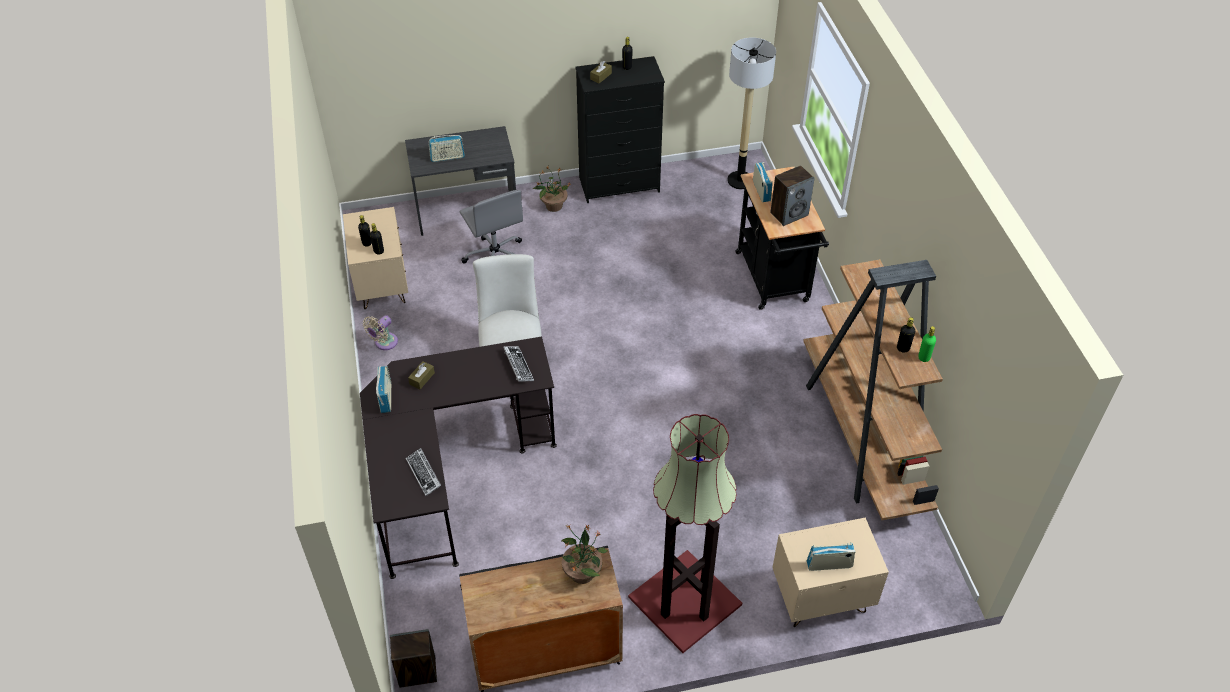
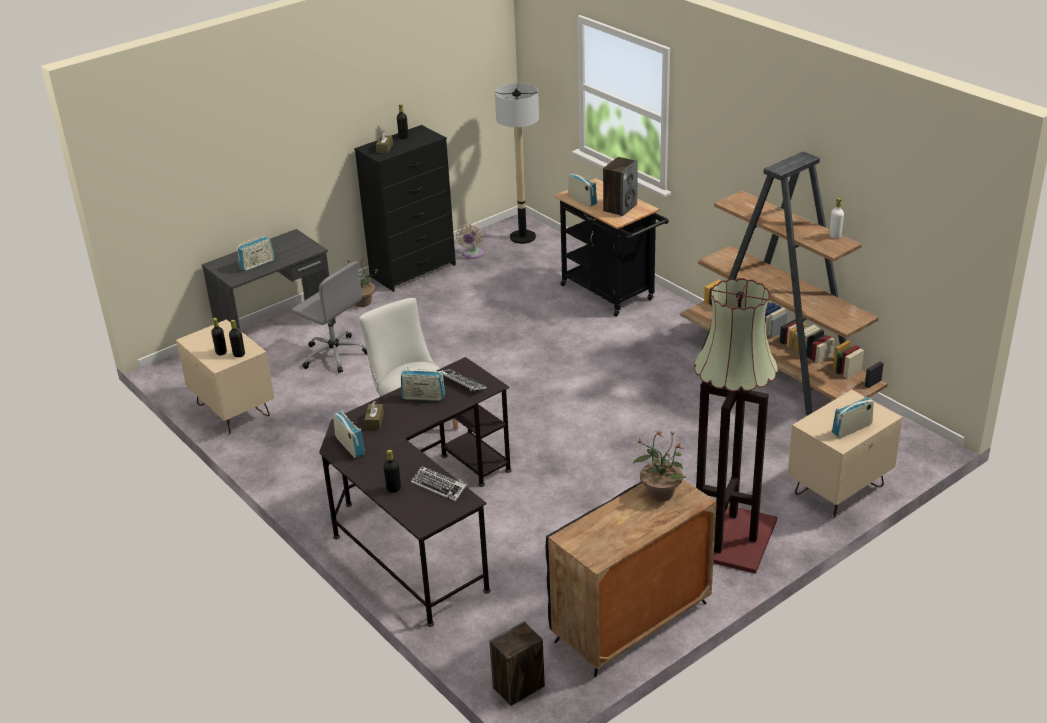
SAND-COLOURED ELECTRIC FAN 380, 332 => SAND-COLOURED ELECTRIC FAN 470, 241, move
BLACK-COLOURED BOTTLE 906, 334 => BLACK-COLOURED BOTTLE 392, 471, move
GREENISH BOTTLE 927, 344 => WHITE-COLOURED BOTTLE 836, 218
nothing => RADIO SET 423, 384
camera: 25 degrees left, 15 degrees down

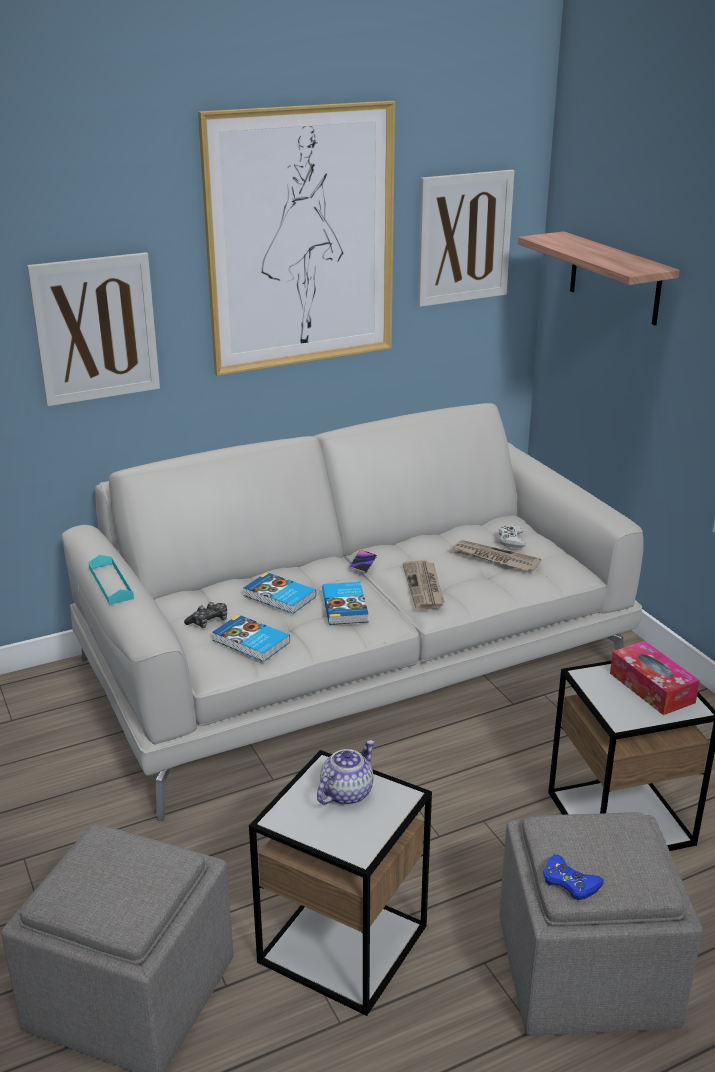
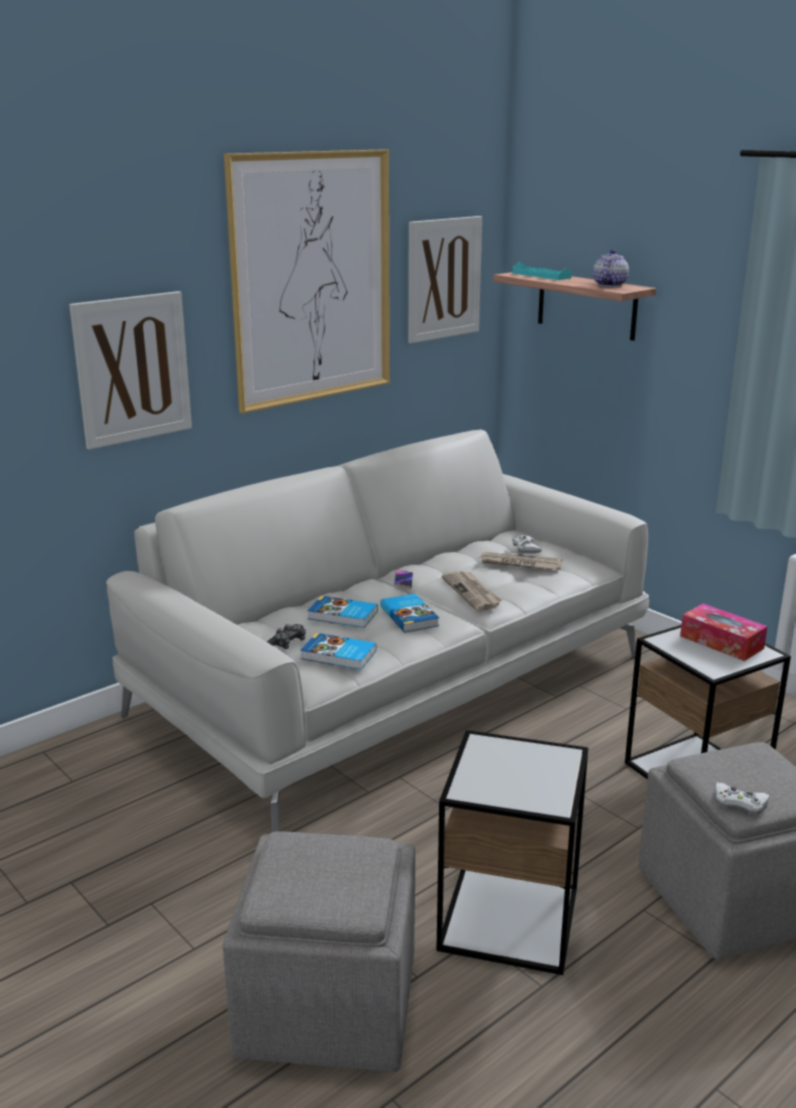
TURQUOISE-COLOURED TRAY 111, 580 => TURQUOISE-COLOURED TRAY 542, 271, move
TEA POT 346, 772 => TEA POT 611, 268, move
BLUE JOYPAD 573, 877 => WHITE-COLOURED JOYPAD 742, 799
camera: 15 degrees left, 5 degrees down

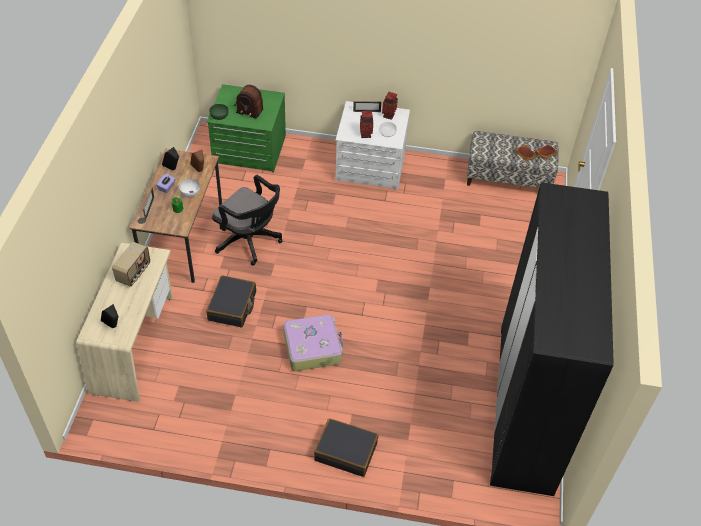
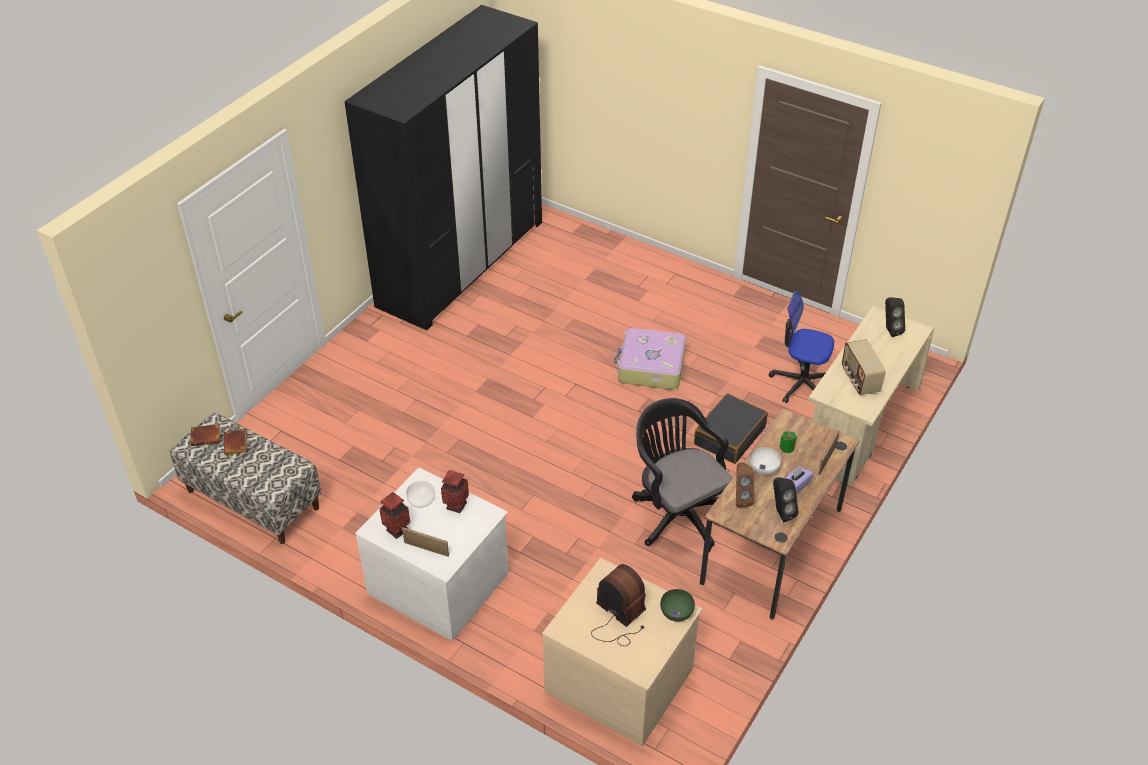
RADIO SET 131, 264 => RADIO SET 864, 367, 60 degrees counterclockwise
GREENISH DRESSER 246, 128 => SAND-COLOURED DRESSER 622, 652
BLACK-COLOURED SUITCASE 346, 447 => nothing
nothing => DESK CHAIR 801, 347
camera: 155 degrees left, 5 degrees down

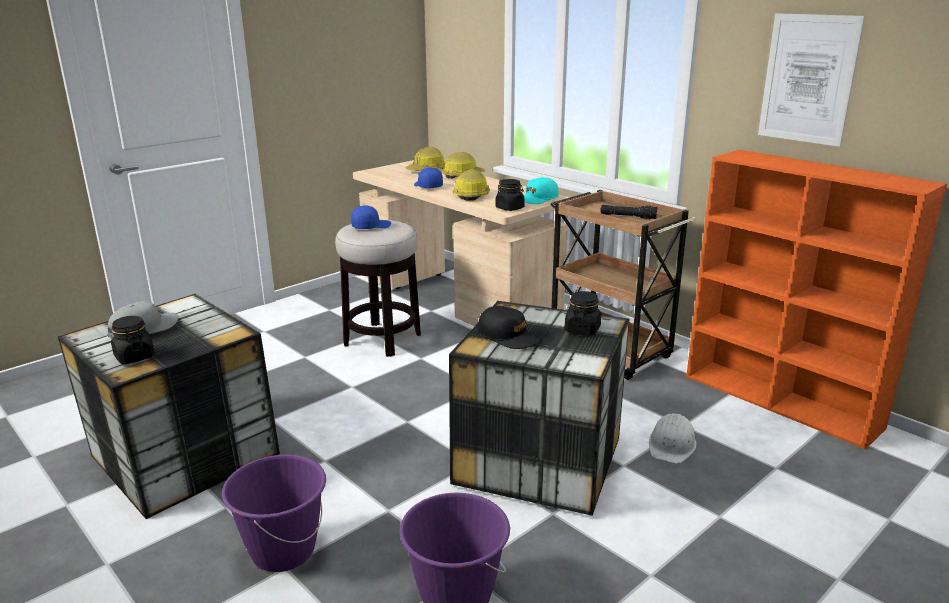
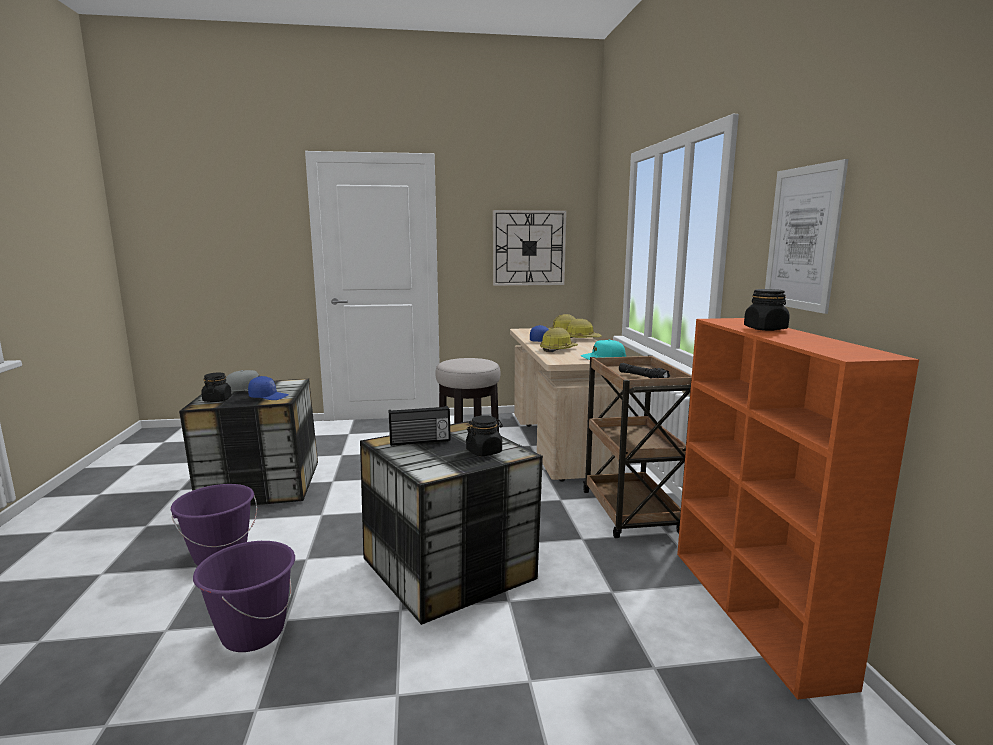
BLUE CAP 371, 217 => BLUE CAP 268, 388, move
BLACK-COLOURED CAP 509, 327 => RADIO SET 419, 426
BLACK-COLOURED PRESERVE JAR 510, 195 => BLACK-COLOURED PRESERVE JAR 767, 310, move
WHITE-COLOURED SAFETY HELMET 673, 438 => nothing
nothing => CLOCK ON THE WALL 530, 248
camera: 35 degrees right, 10 degrees down

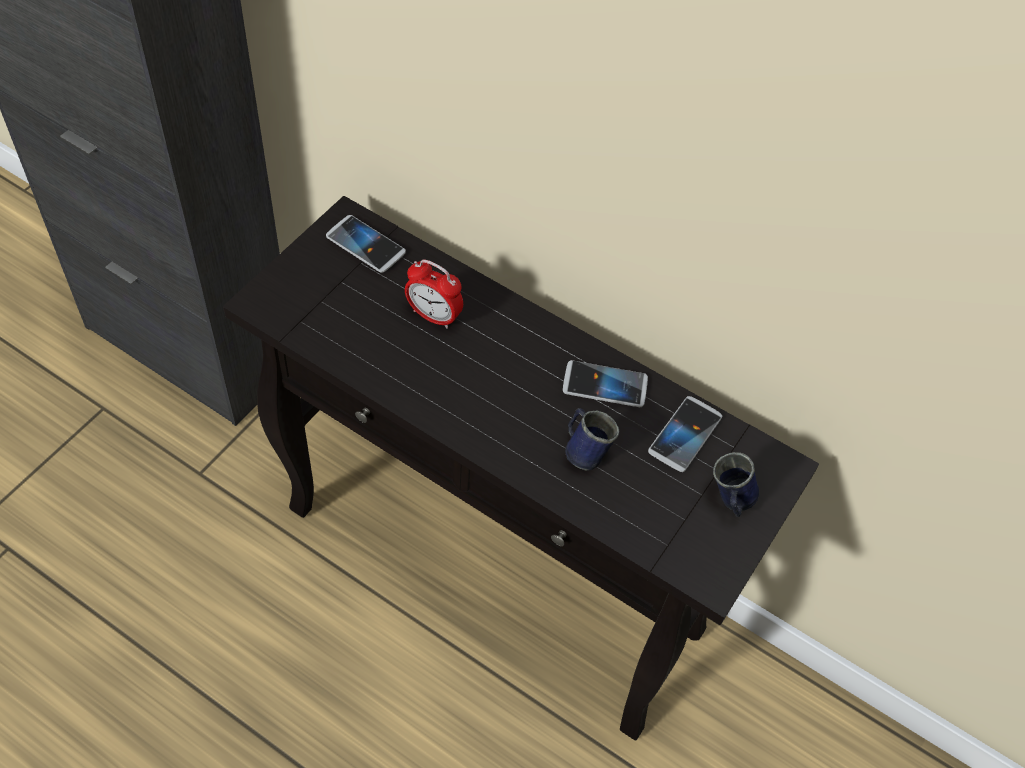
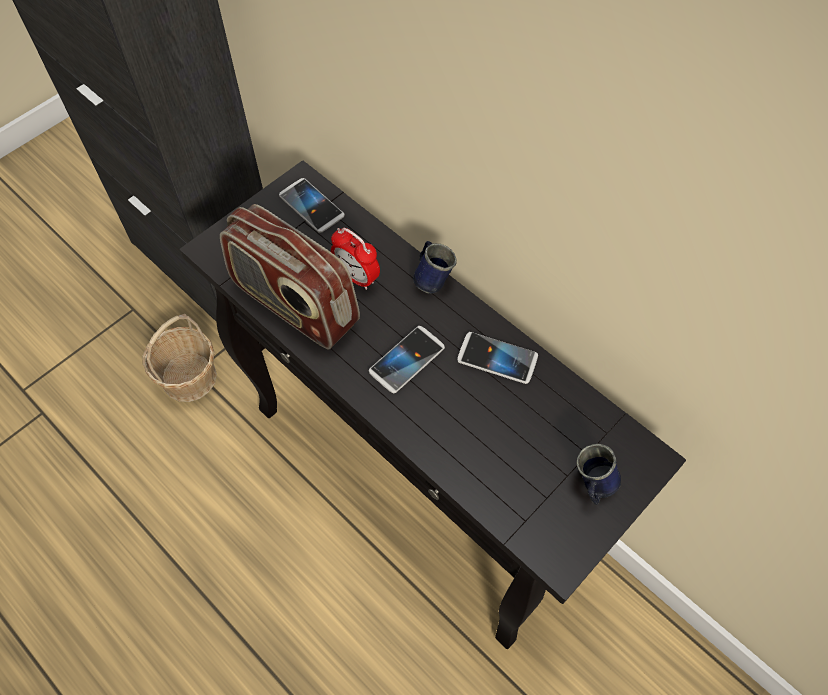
BLUE MUG 592, 439 => BLUE MUG 435, 267, move
PHONE 685, 434 => PHONE 407, 359, move
nothing => HOUSEHOLD BASKET 179, 358
nothing => RADIO SET 290, 277
camera: 15 degrees right, 5 degrees up

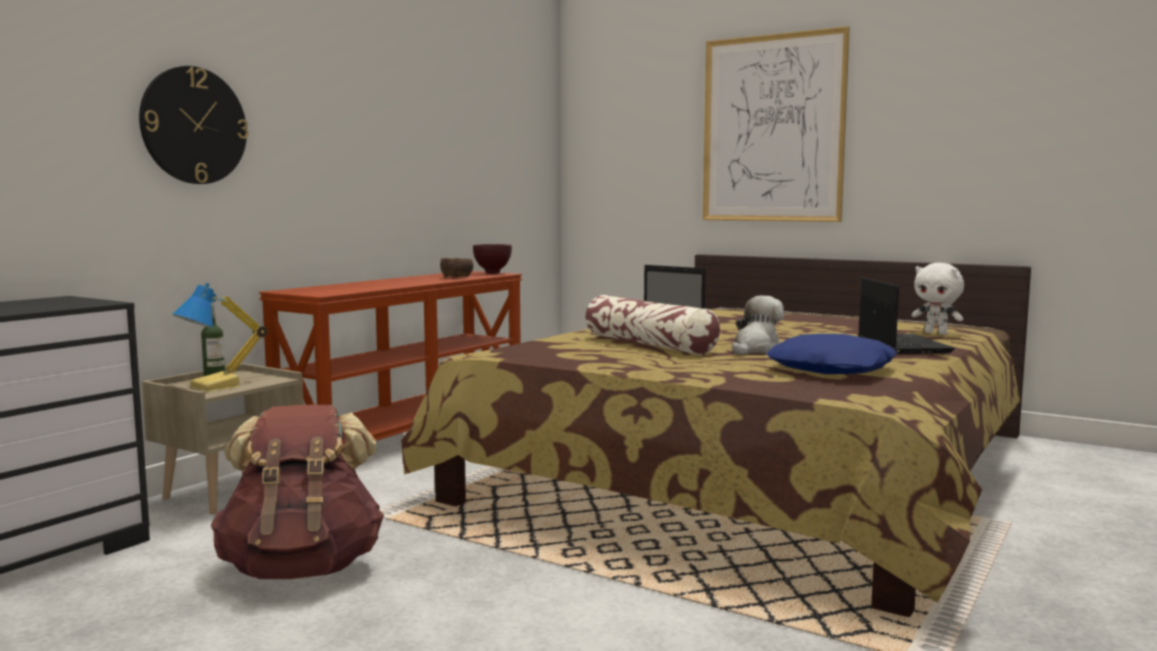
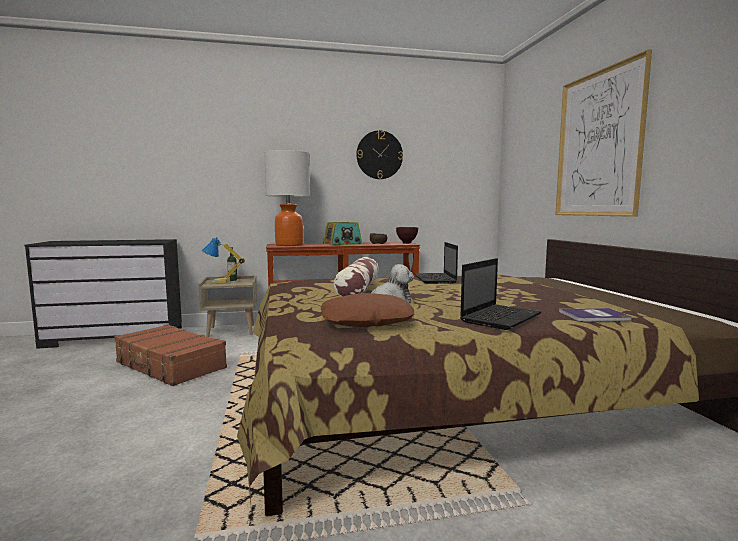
CLOCK ON THE WALL 194, 125 => CLOCK ON THE WALL 379, 154, move
BROWNISH KNAPSACK 297, 492 => BROWNISH SUITCASE 170, 355
BLUE PILLOW 832, 354 => BROWNISH PILLOW 367, 310
WHITE-COLOURED PLUSH TOY 938, 299 => BOUND BOOK 595, 315
nothing => TABLE LAMP 287, 198
nothing => RADIO SET 342, 233
camera: 45 degrees right, 0 degrees up

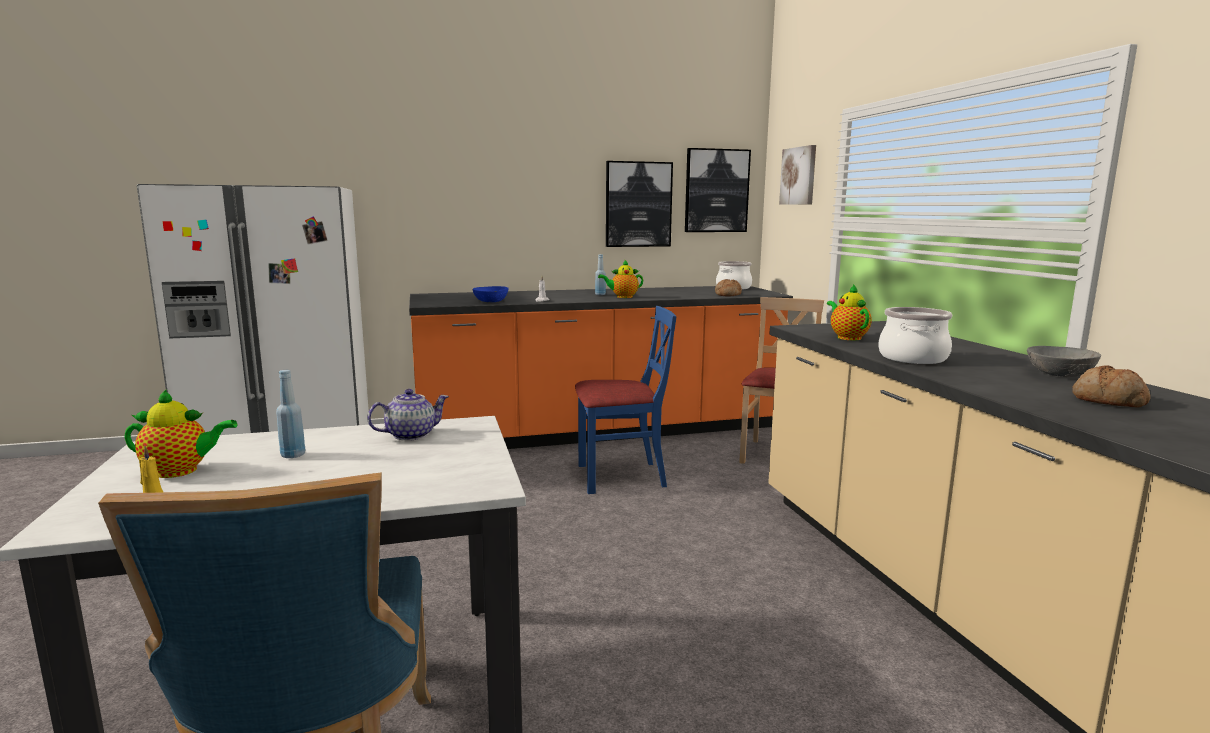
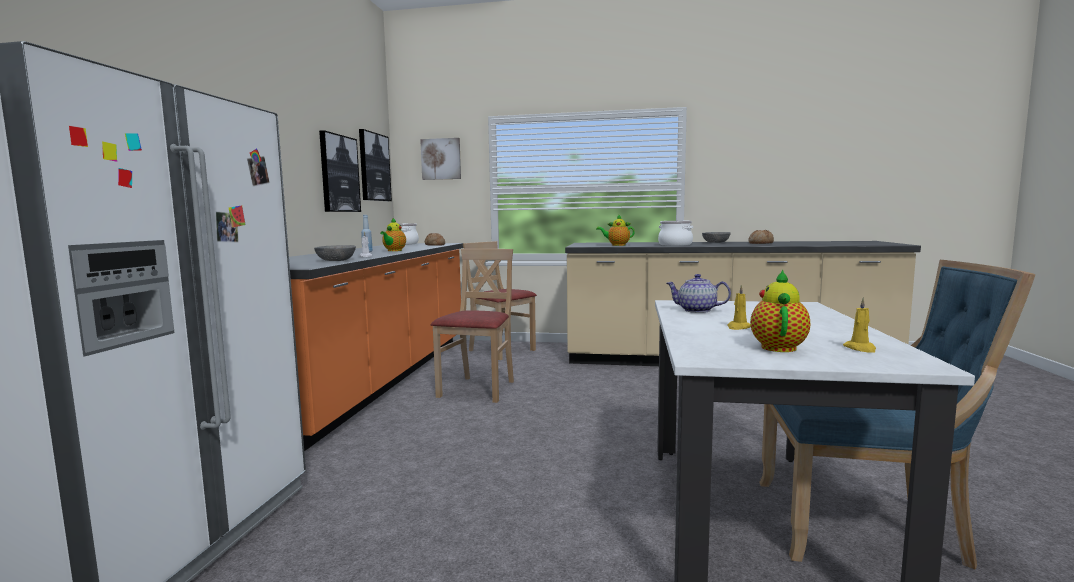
BLUE BOTTLE 290, 414 => YELLOWISH CANDLE 739, 307
TEA POT 408, 415 => TEA POT 698, 293, 60 degrees counterclockwise
BLUE SERVING BOWL 490, 294 => GREY SERVING BOWL 335, 253
BLUE UPRIGHT CHAIR 626, 400 => SAND-COLOURED UPRIGHT CHAIR 472, 326
camera: 65 degrees left, 5 degrees down

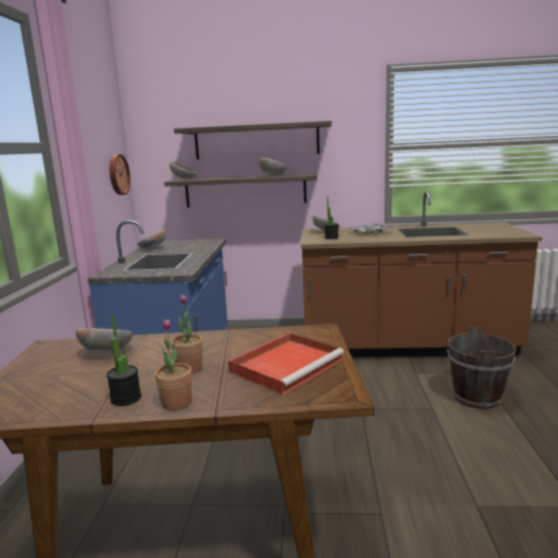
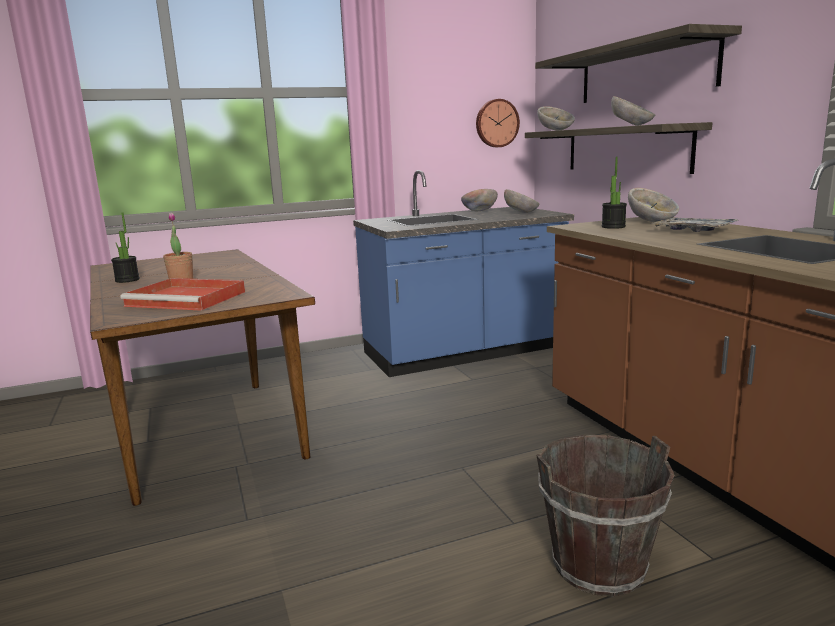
SERVING BOWL 104, 339 => SERVING BOWL 521, 201, move
HOUSEPLANT 173, 365 => nothing
camera: 65 degrees right, 0 degrees up

